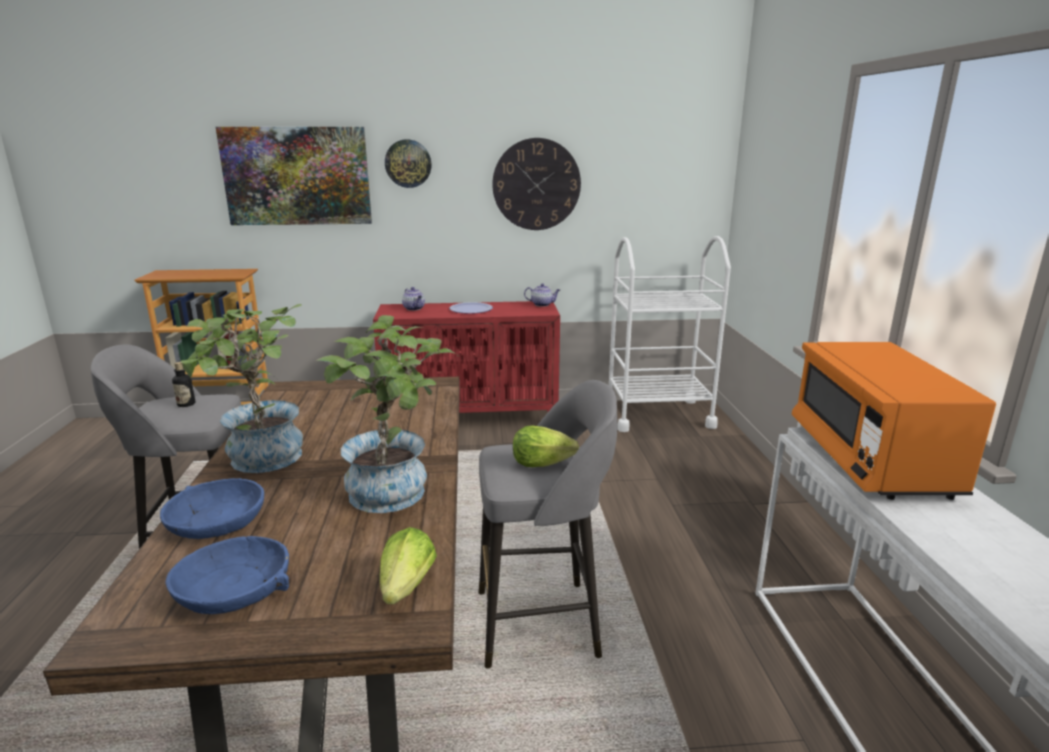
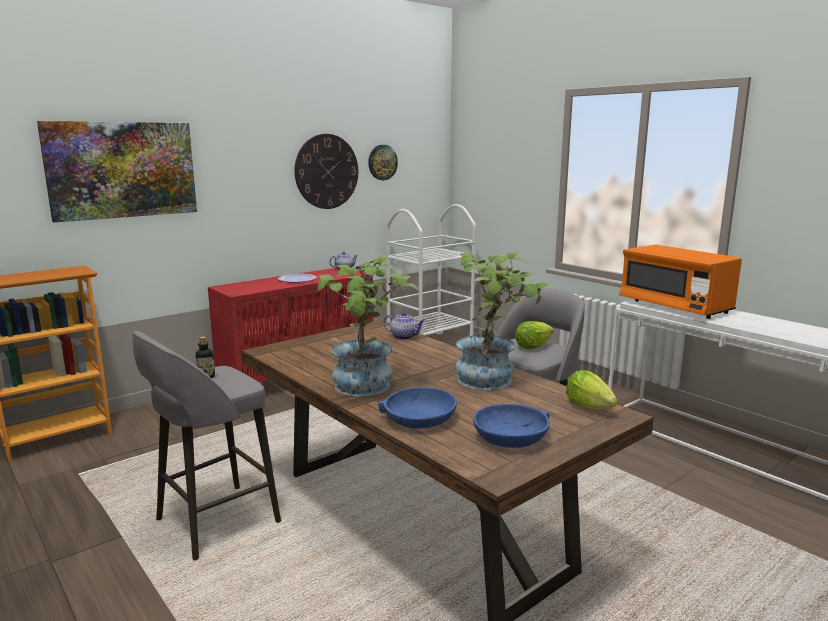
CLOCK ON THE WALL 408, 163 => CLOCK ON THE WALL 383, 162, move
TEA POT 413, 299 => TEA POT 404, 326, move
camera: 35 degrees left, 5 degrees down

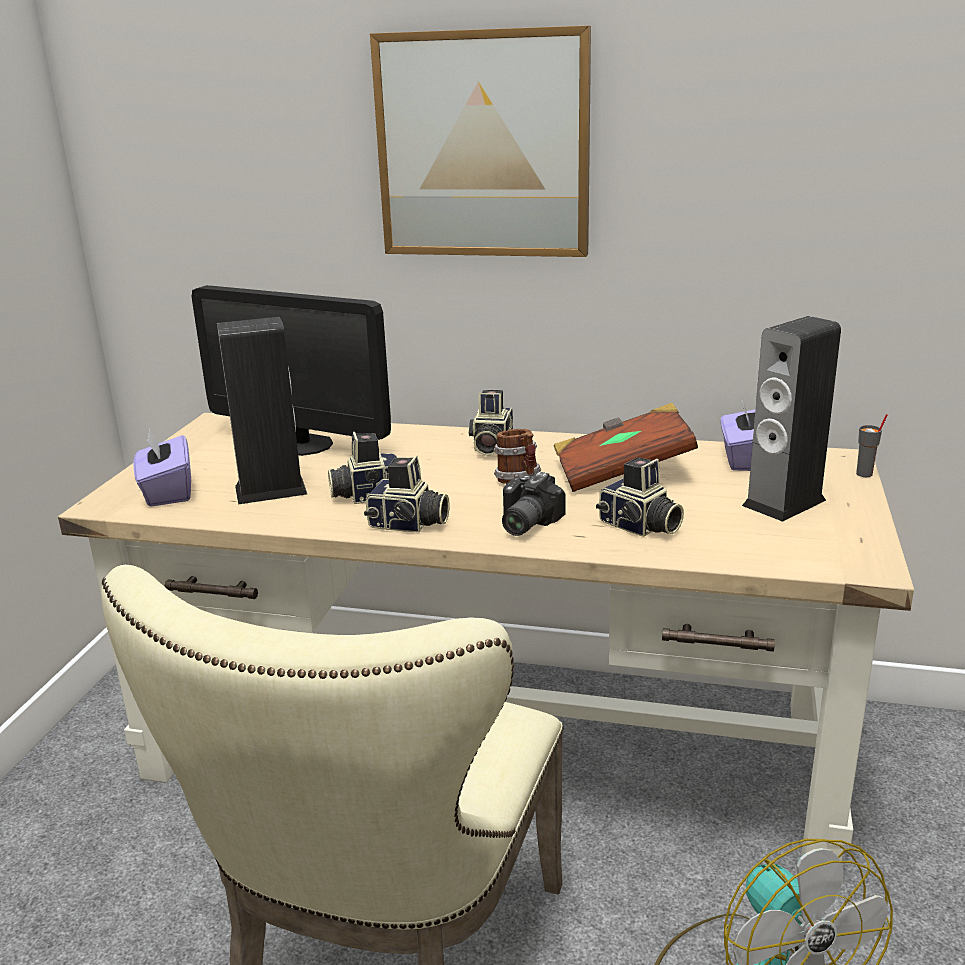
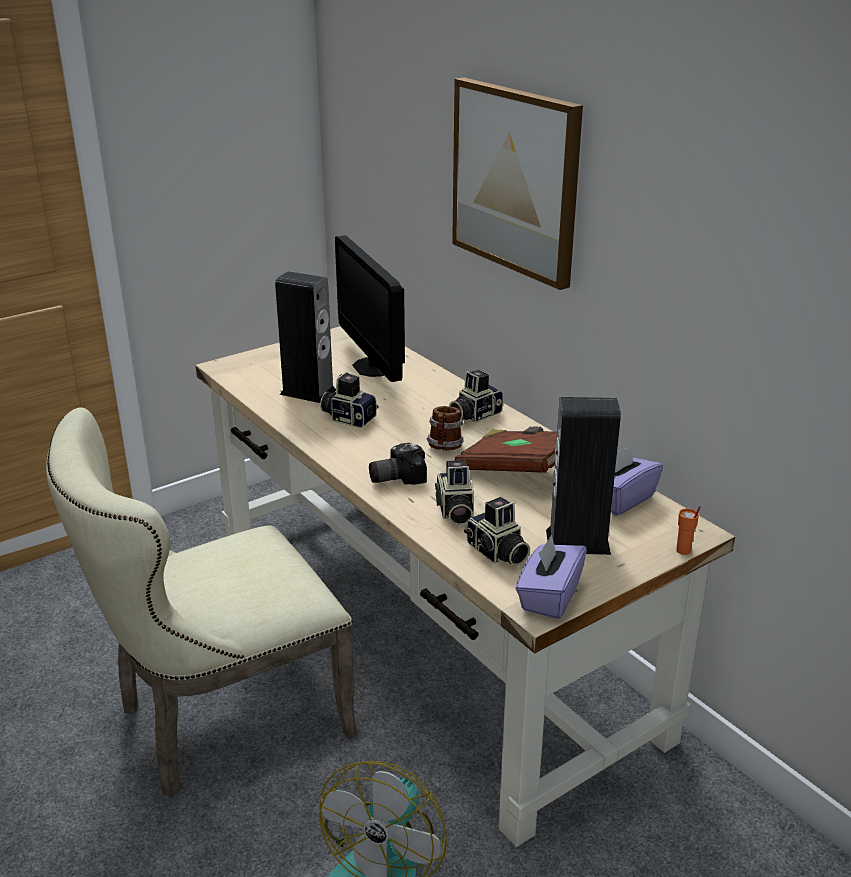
PURPLE BOX OF TISSUES 162, 467 => PURPLE BOX OF TISSUES 551, 577, move
STILL CAMERA 406, 494 => STILL CAMERA 497, 531, move
GREY CUP 871, 445 => ORANGE-COLOURED CUP 688, 530
camera: 40 degrees right, 5 degrees up

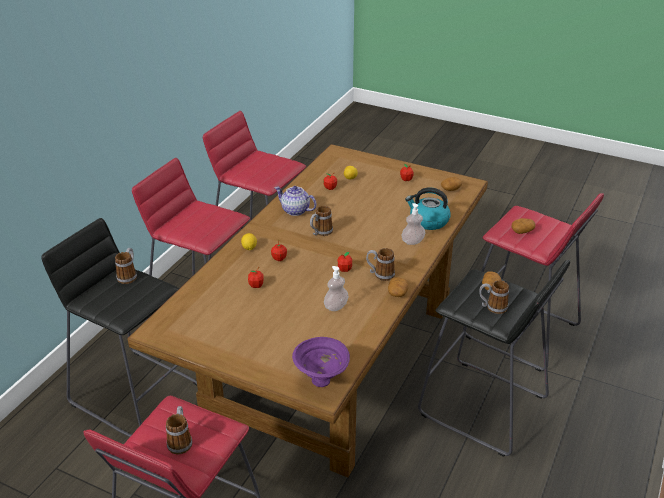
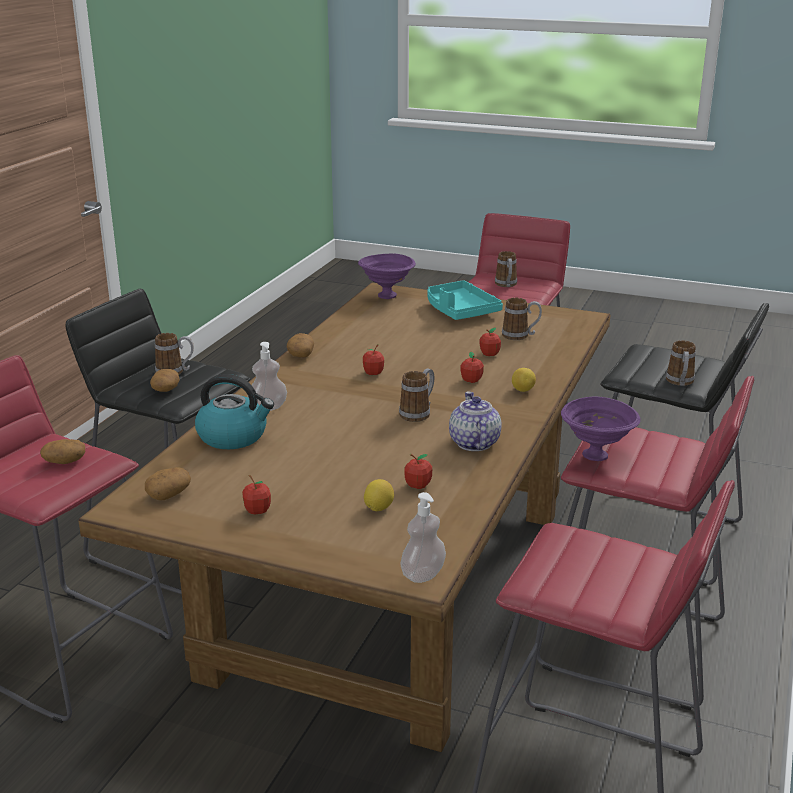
TEA POT 295, 201 => TEA POT 475, 421, 120 degrees counterclockwise
LIQUID SOAP BOTTLE 336, 288 => LIQUID SOAP BOTTLE 423, 537, move
MUG 380, 264 => MUG 522, 318, move
nothing => TURQUOISE-COLOURED TRAY 465, 300
nothing => PURPLE SERVING BOWL 601, 429
camera: 175 degrees right, 10 degrees down

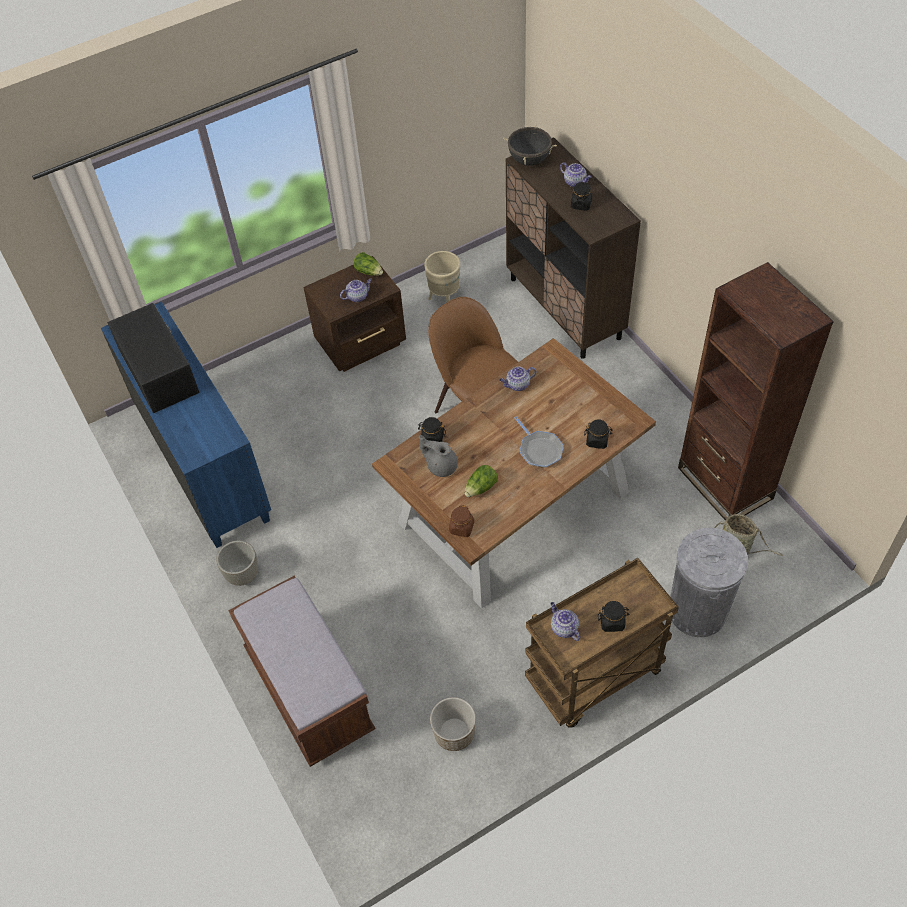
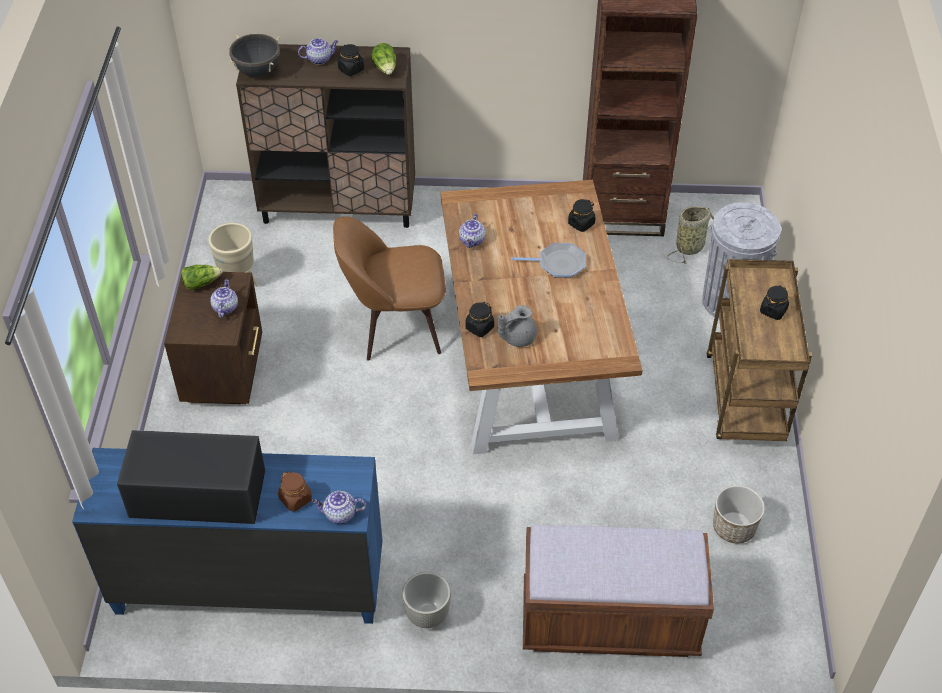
BROWNISH PRESERVE JAR 461, 521 => BROWNISH PRESERVE JAR 295, 491, move
LETTUCE 481, 481 => LETTUCE 384, 59, move
TEA POT 565, 621 => TEA POT 339, 507, move
camera: 60 degrees left, 5 degrees down

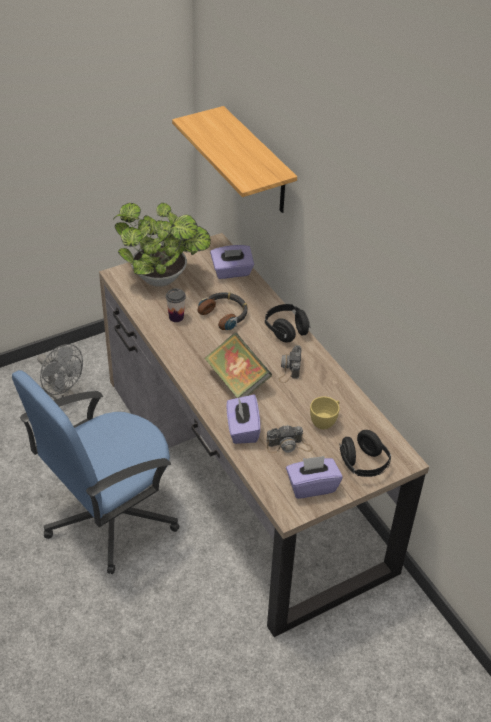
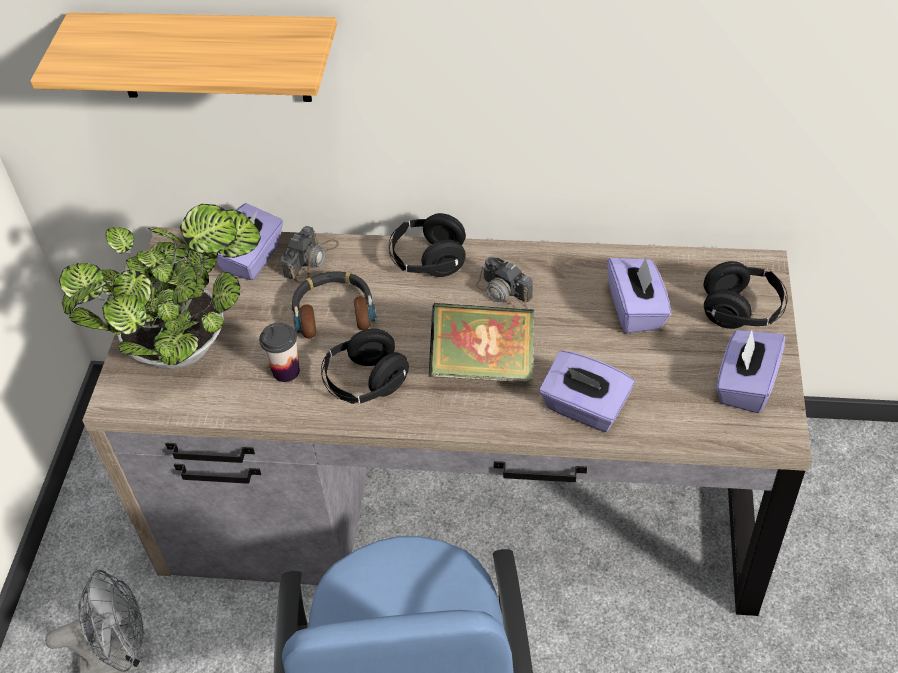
STILL CAMERA 289, 439 => STILL CAMERA 310, 255, move
YELLOWISH CUP 325, 413 => PURPLE BOX OF TISSUES 639, 295
nothing => BLACK-COLOURED HEADSET 365, 366
camera: 50 degrees left, 5 degrees up

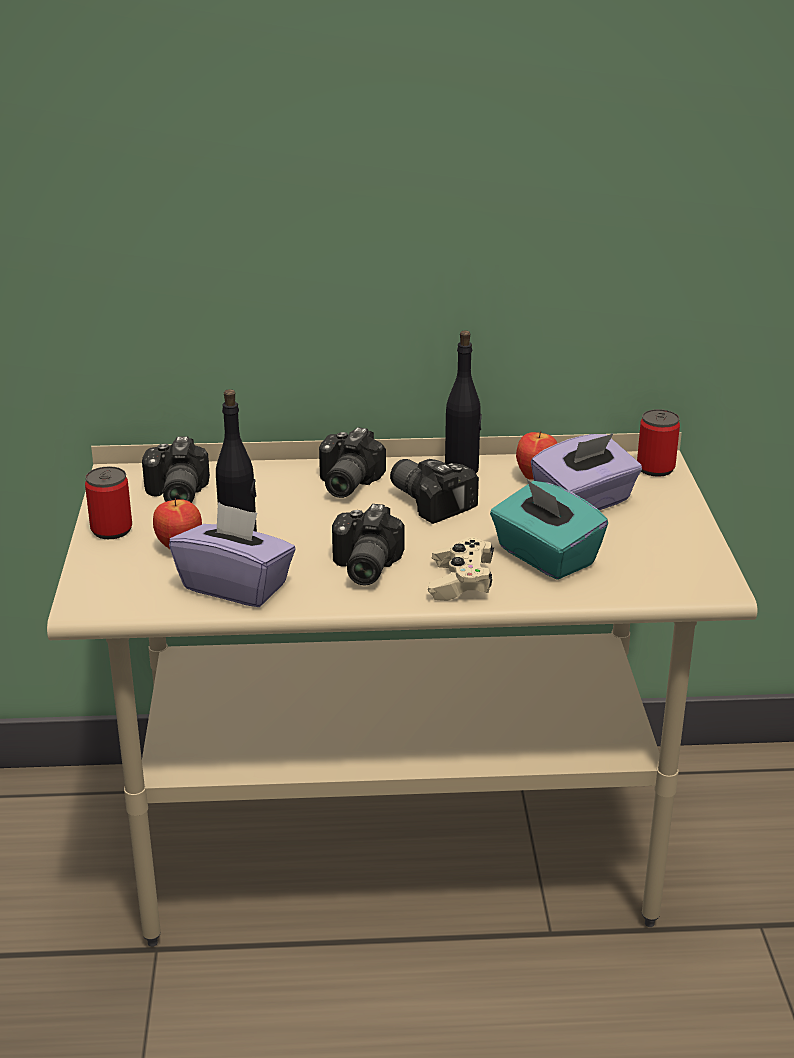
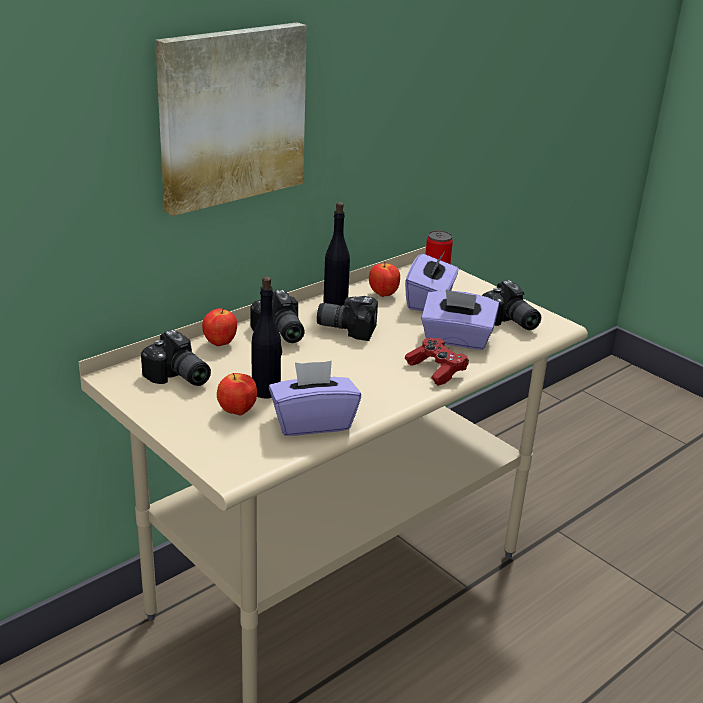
CAN 108, 502 => nothing
STILL CAMERA 368, 544 => STILL CAMERA 511, 305, move
SAND-COLOURED JOYPAD 461, 569 => REDDISH JOYPAD 437, 362
TURQUOISE-COLOURED BOX OF TISSUES 549, 529 => PURPLE BOX OF TISSUES 460, 320
nothing => PICTURE 231, 119
nothing => APPLE FRUIT 219, 327
camera: 40 degrees left, 0 degrees up

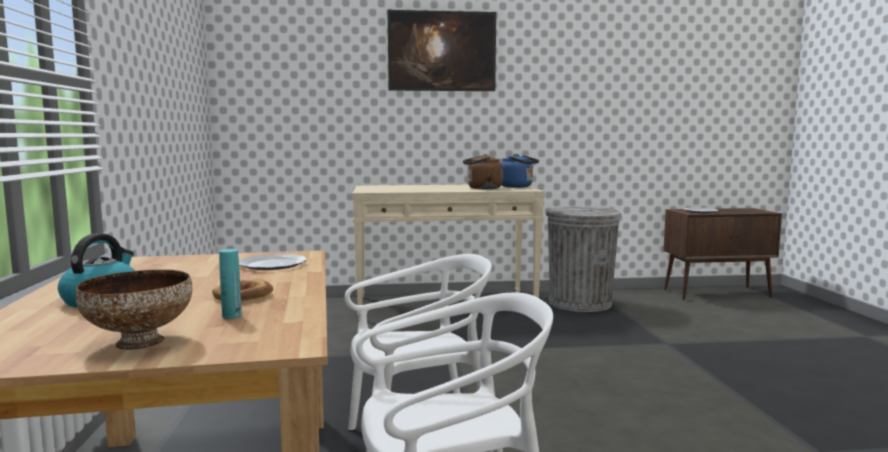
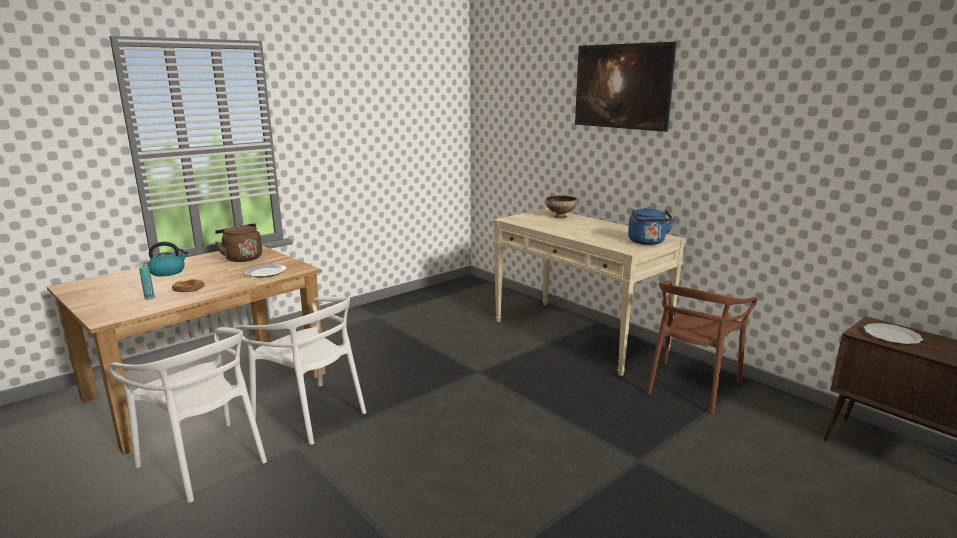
SERVING BOWL 133, 309 => SERVING BOWL 561, 206, move
BROWNISH WATER KETTLE 483, 171 => BROWNISH WATER KETTLE 238, 242, move
GREY TRASH CAN 584, 259 => BROWNISH UPRIGHT CHAIR 702, 346
camera: 55 degrees right, 10 degrees up

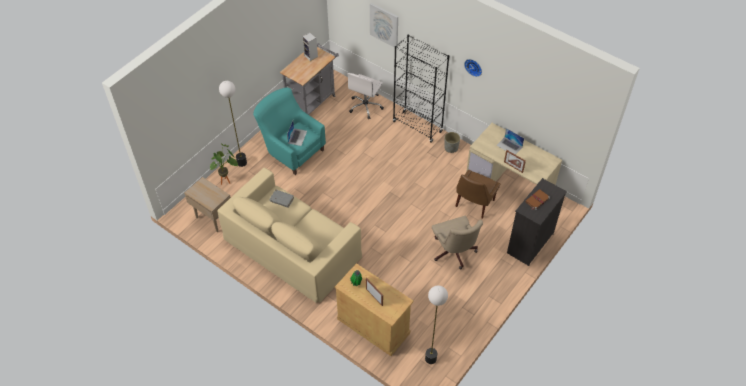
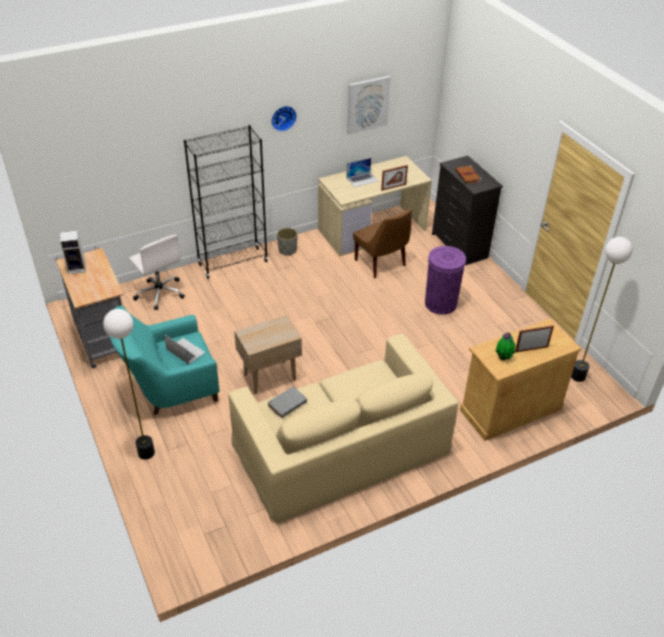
SAND-COLOURED ACCENT TABLE 207, 204 => SAND-COLOURED ACCENT TABLE 268, 354, move
HOUSEPLANT 224, 164 => nothing
PICTURE 384, 25 => PICTURE 369, 105, move
SAND-COLOURED DESK CHAIR 457, 242 => PURPLE TRASH CAN 445, 280
camera: 65 degrees left, 10 degrees down

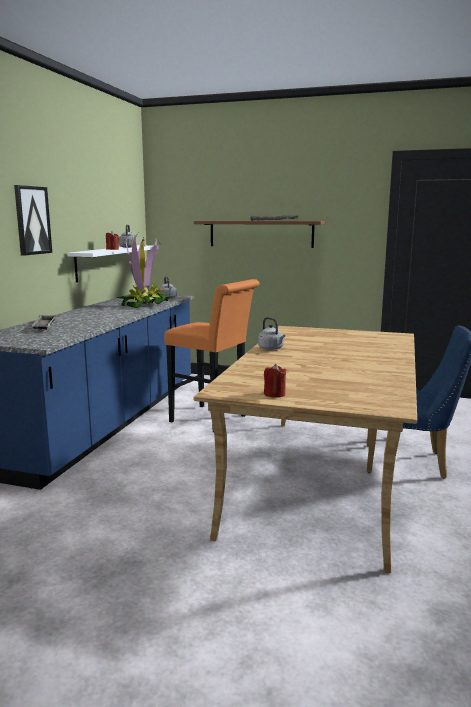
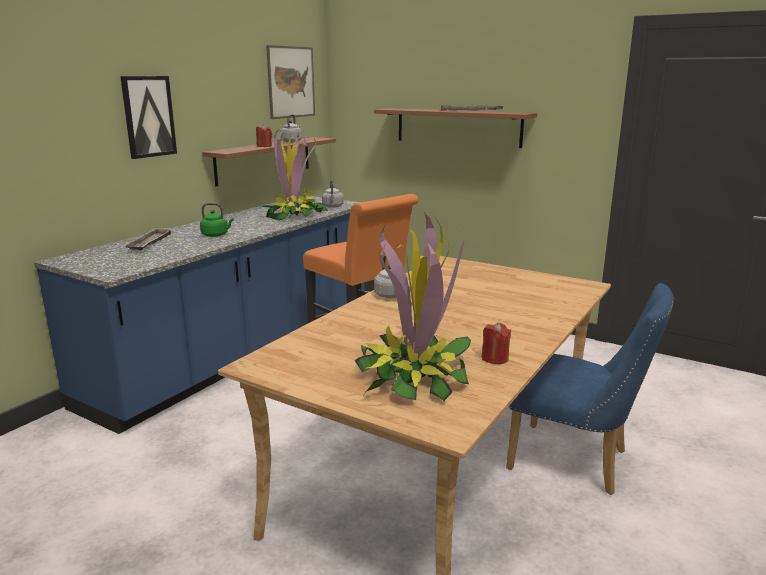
WHITE-COLOURED BRACKET SHELF 113, 264 => BROWNISH BRACKET SHELF 269, 161
REDDISH CANDLE 275, 381 => REDDISH CANDLE 496, 343, move
nothing => GREENISH WATER KETTLE 217, 220
nothing => PICTURE 290, 82
nothing => HOUSEPLANT 412, 306
camera: 15 degrees right, 5 degrees up

